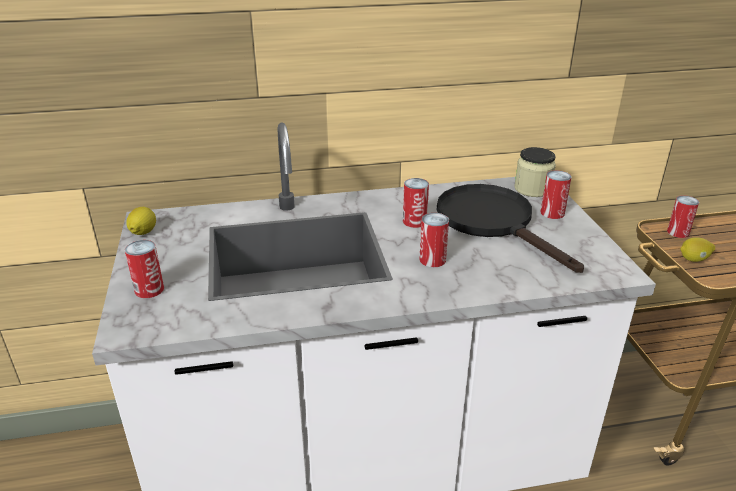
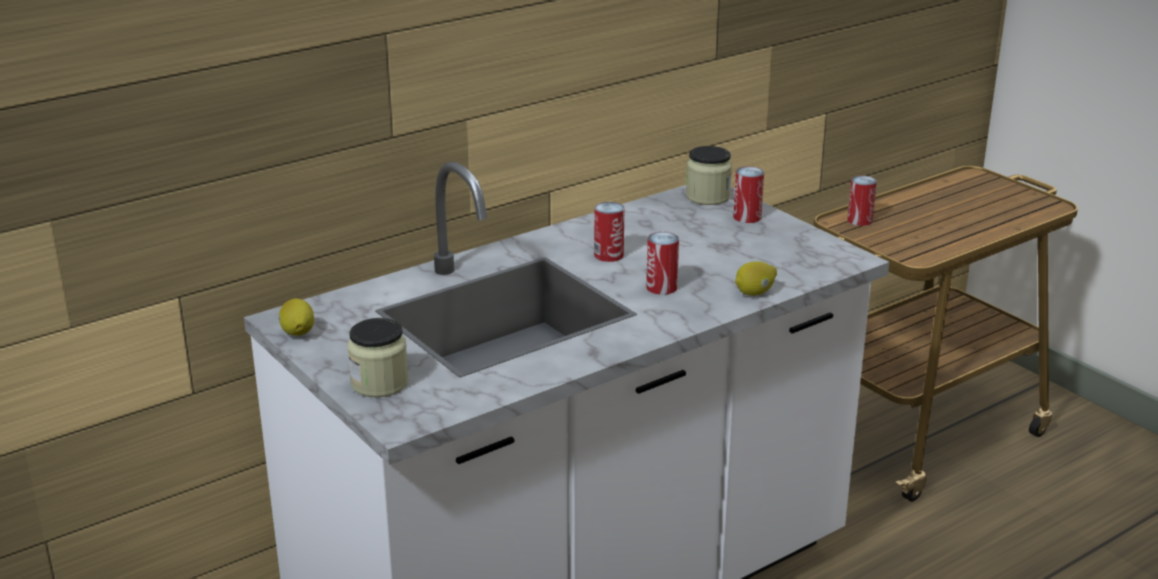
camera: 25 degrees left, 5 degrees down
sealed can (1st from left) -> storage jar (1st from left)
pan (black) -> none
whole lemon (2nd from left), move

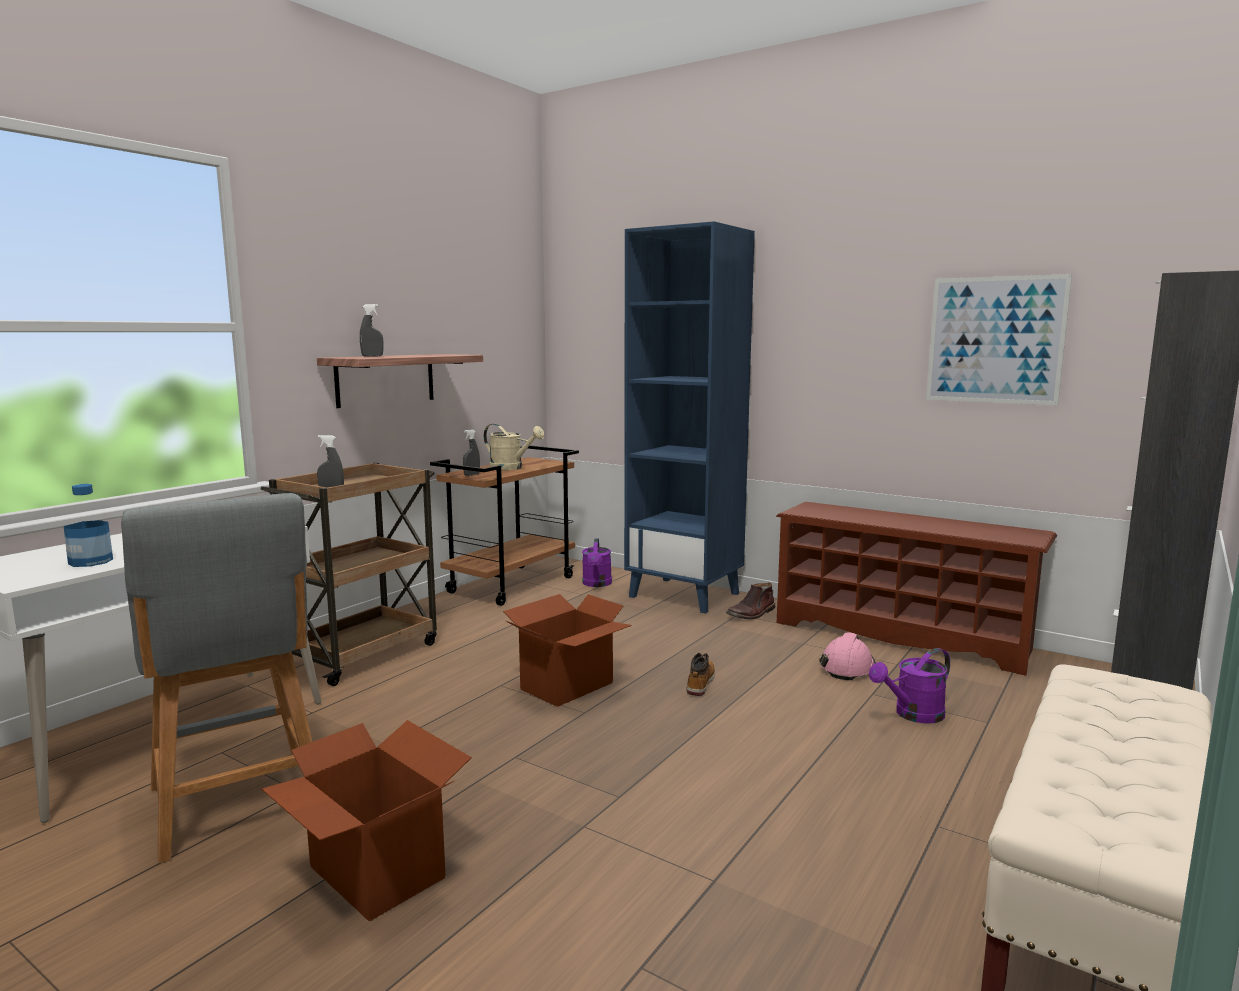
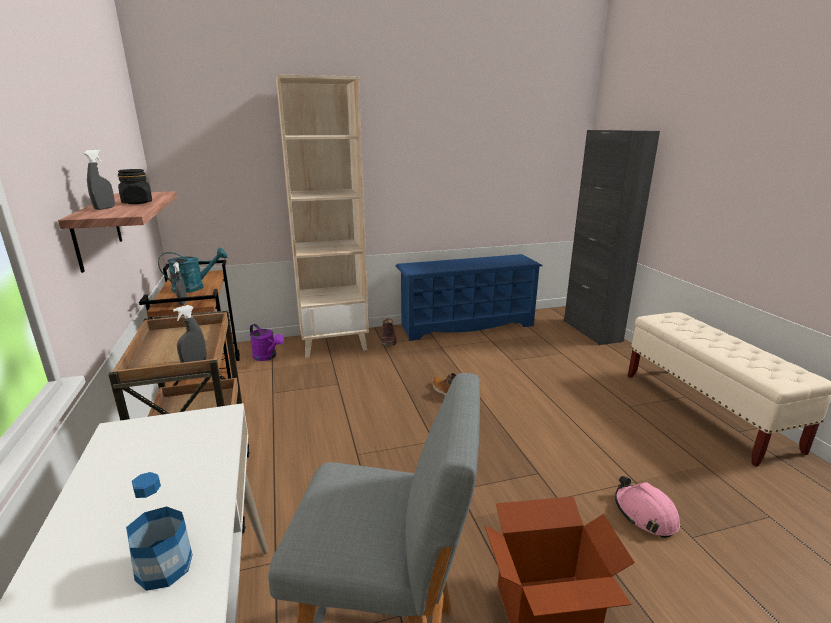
camera: 50 degrees left, 10 degrees up
sprinkling can (beige) -> sprinkling can (blue-green)
packing box (2nd from left) -> none
shelving unit (bluish) -> shelving unit (beige)
shoe stand (brown) -> shoe stand (bluish)
hard hat (pinkish), move
sprinkling can (purplish) (2nd from left) -> none
wall picture -> none
none -> storage jar (black)

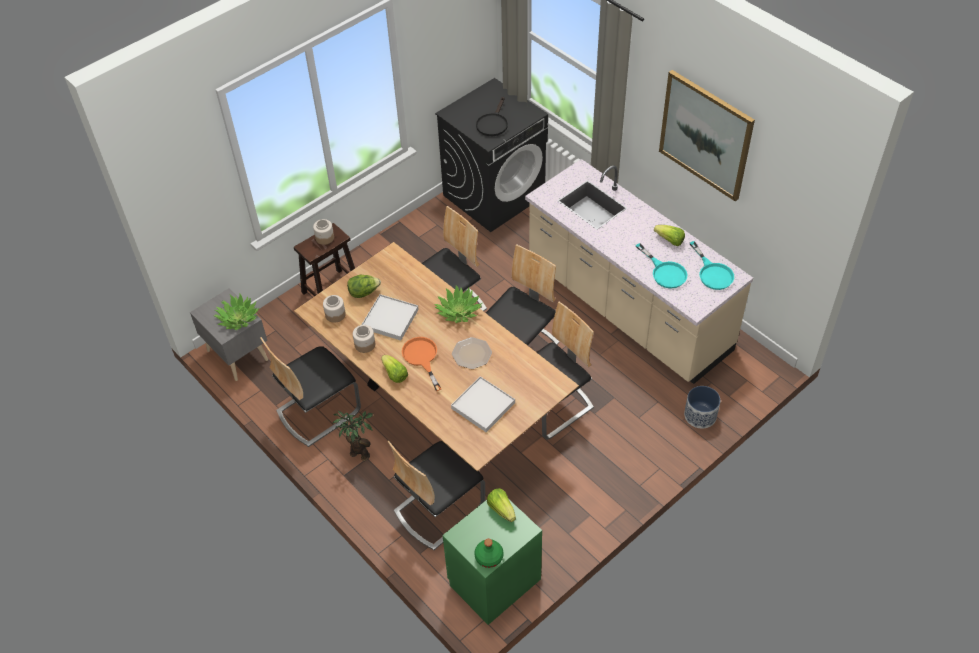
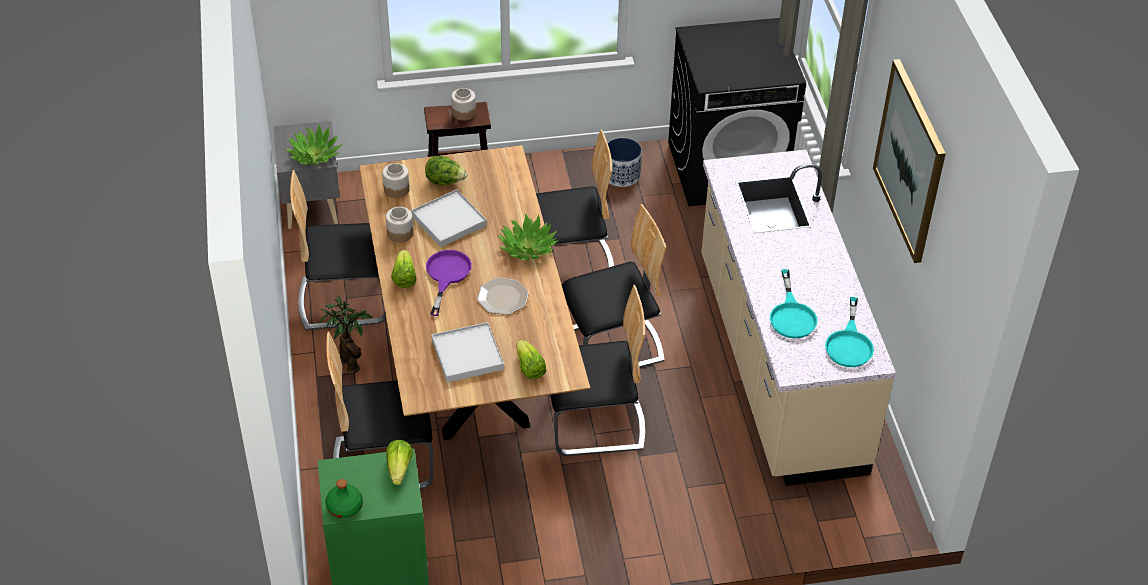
camera: 30 degrees right, 5 degrees down
pan (orange) -> pan (purplish)
pan (black) -> none
lettuce head (4th from left), move
planter, move

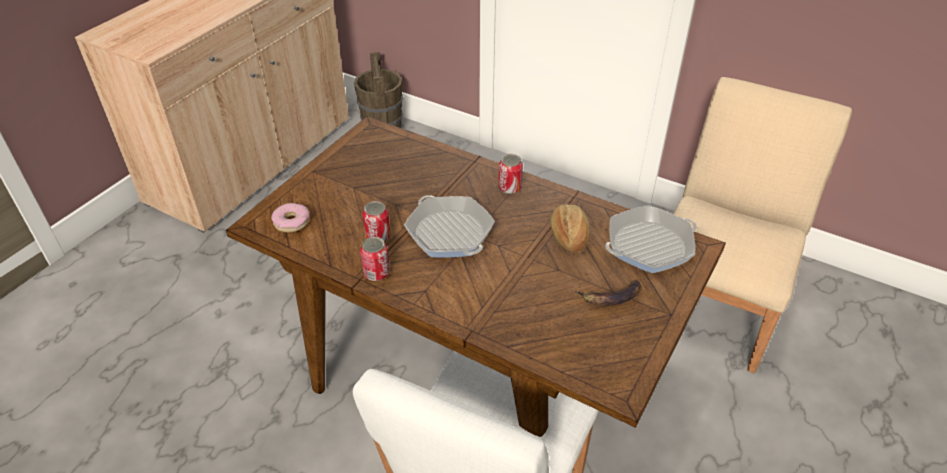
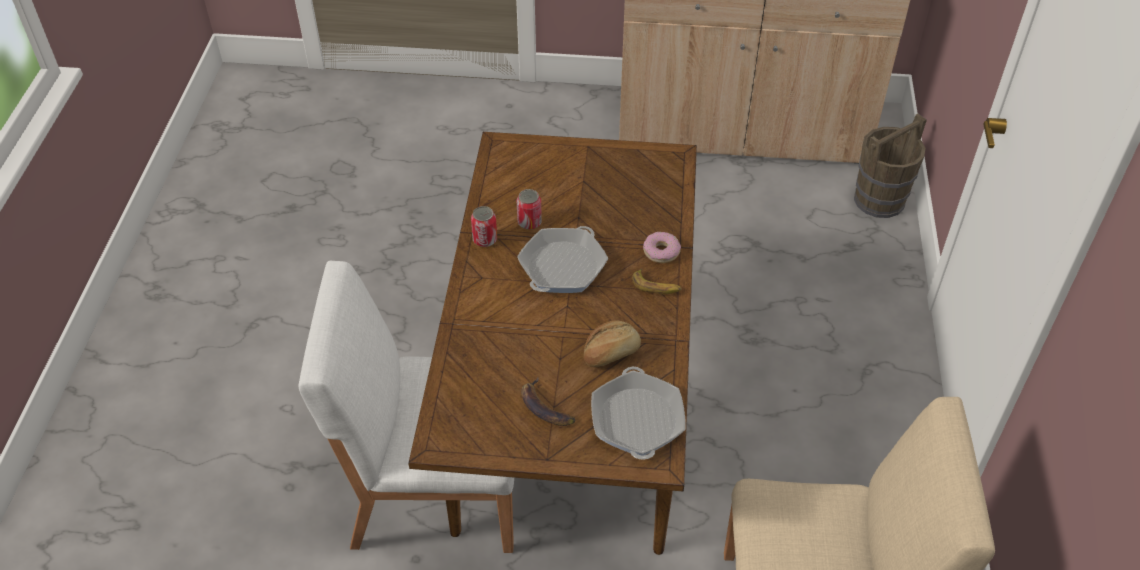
camera: 65 degrees right, 5 degrees up
doughnut, move
sealed can (3rd from left) -> banana fruit (2nd from left)
pan (2nd from left), 45 degrees clockwise

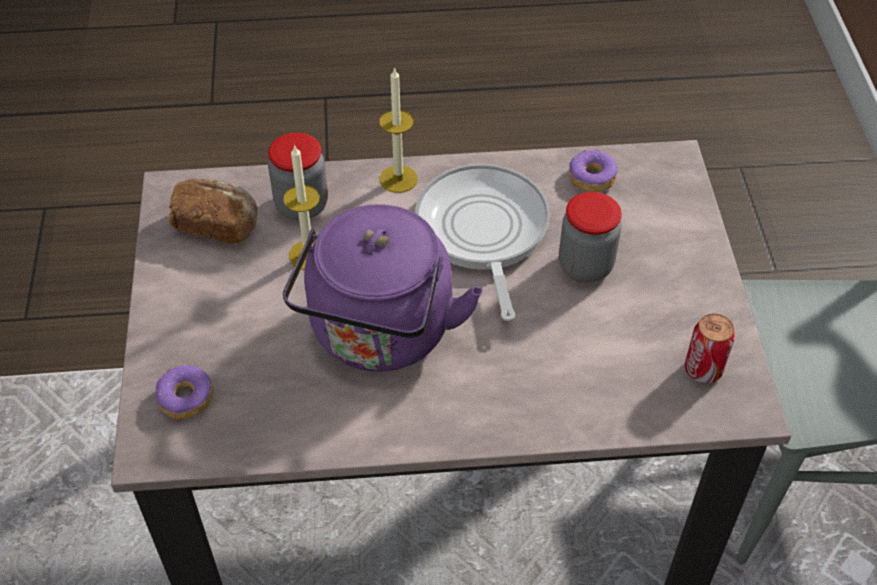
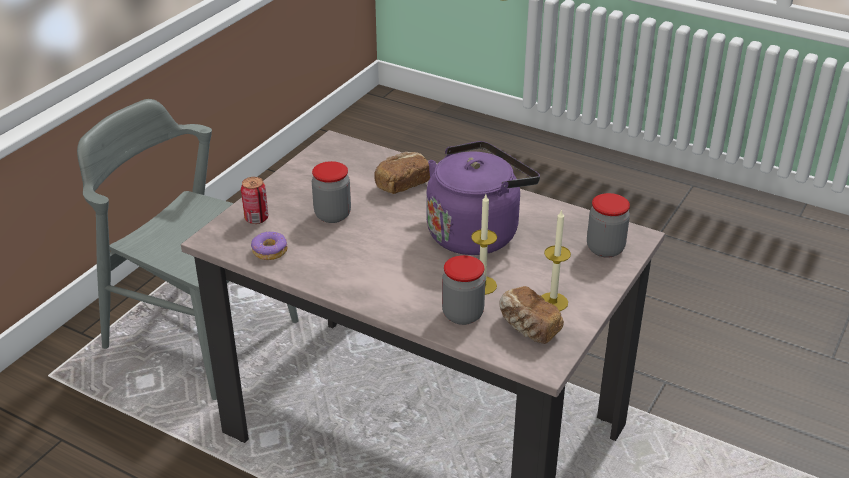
camera: 145 degrees left, 15 degrees down
doughnut (1st from left) -> storage jar (3rd from left)
wax candle (2nd from left), move
pan -> none
sealed can, move
none -> bakery bread (1st from left)

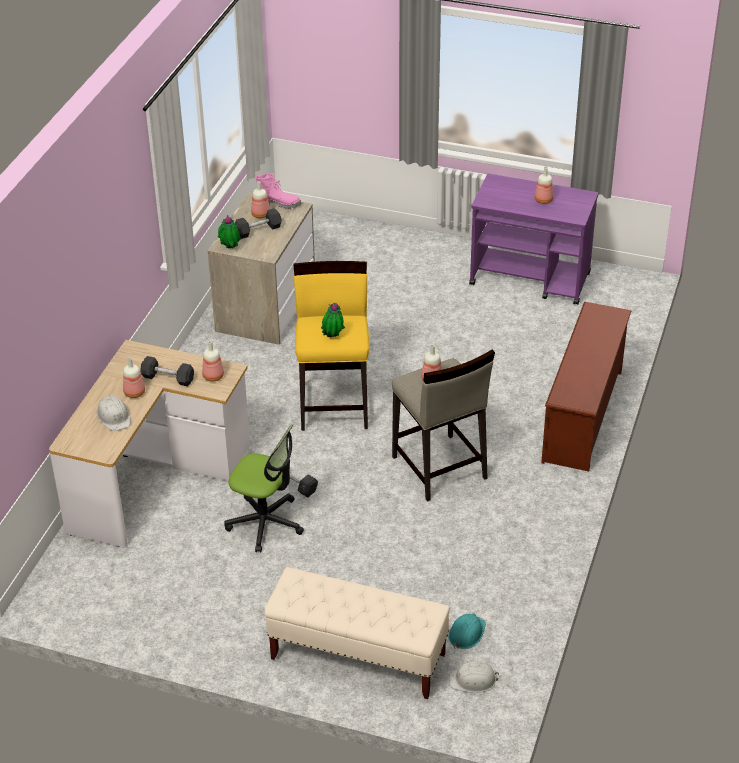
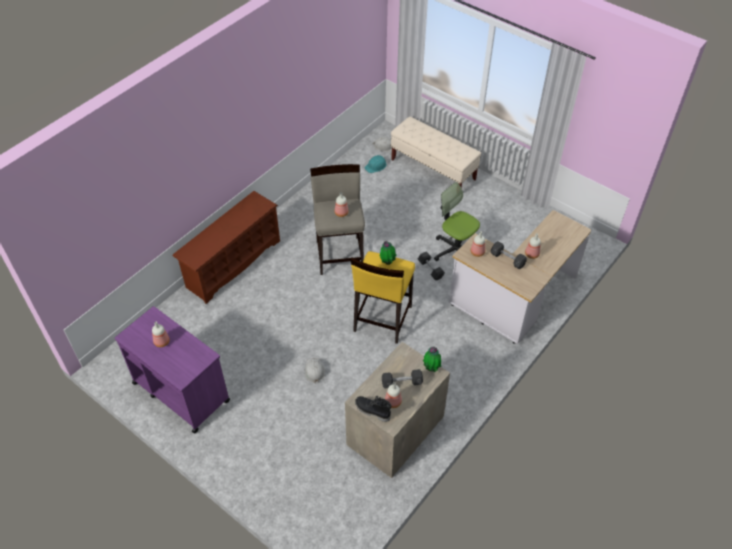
camera: 160 degrees left, 10 degrees up
hard hat (white) (1st from left), move
tall boot (pinkish) -> tall boot (black)

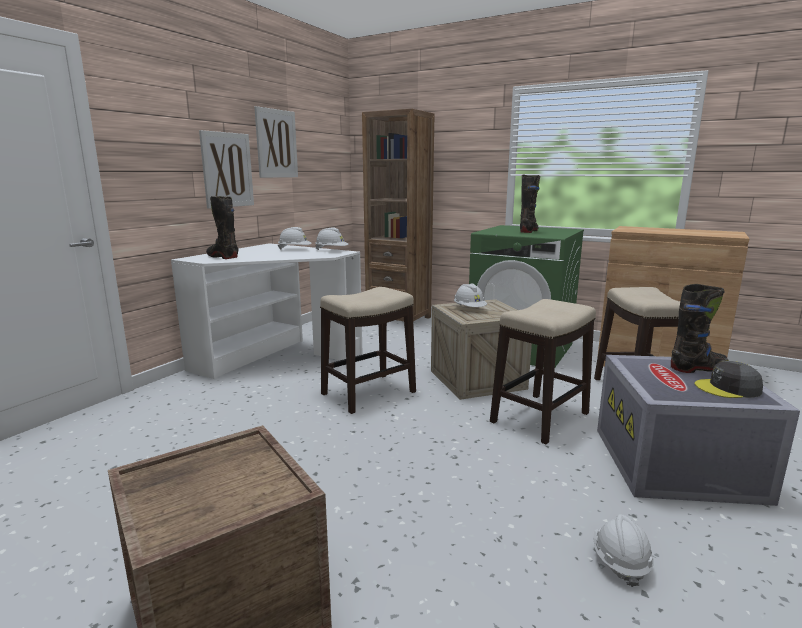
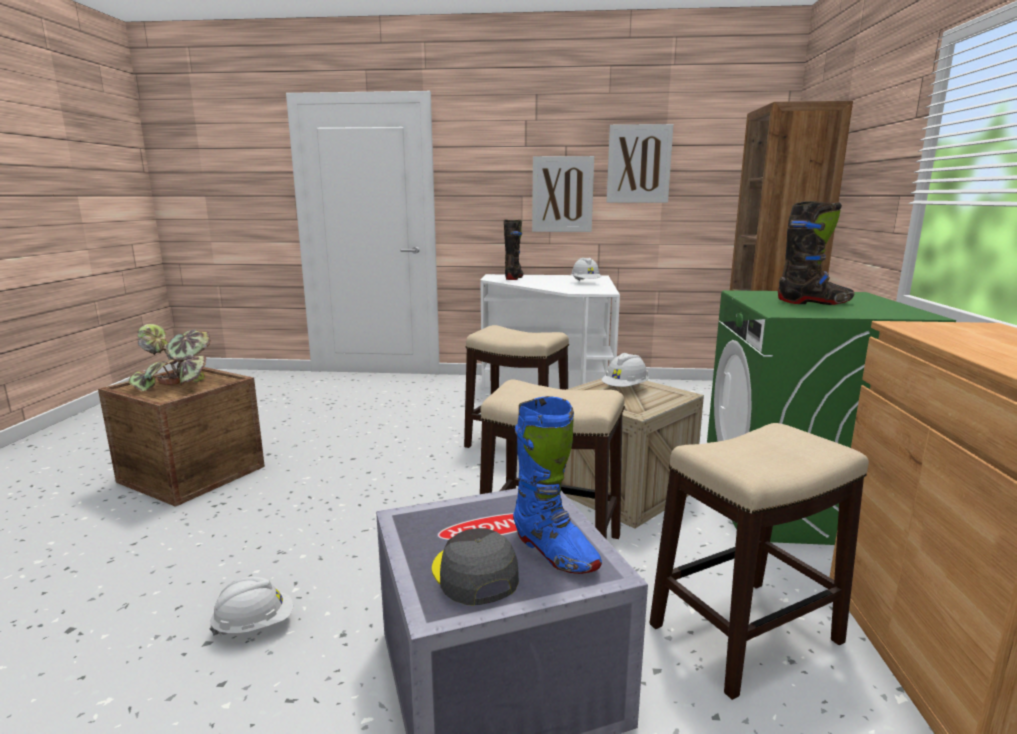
camera: 65 degrees right, 0 degrees up
hard hat (white) (2nd from left) -> none
tall boot (black) (3rd from left) -> tall boot (bluish)
none -> potted plant

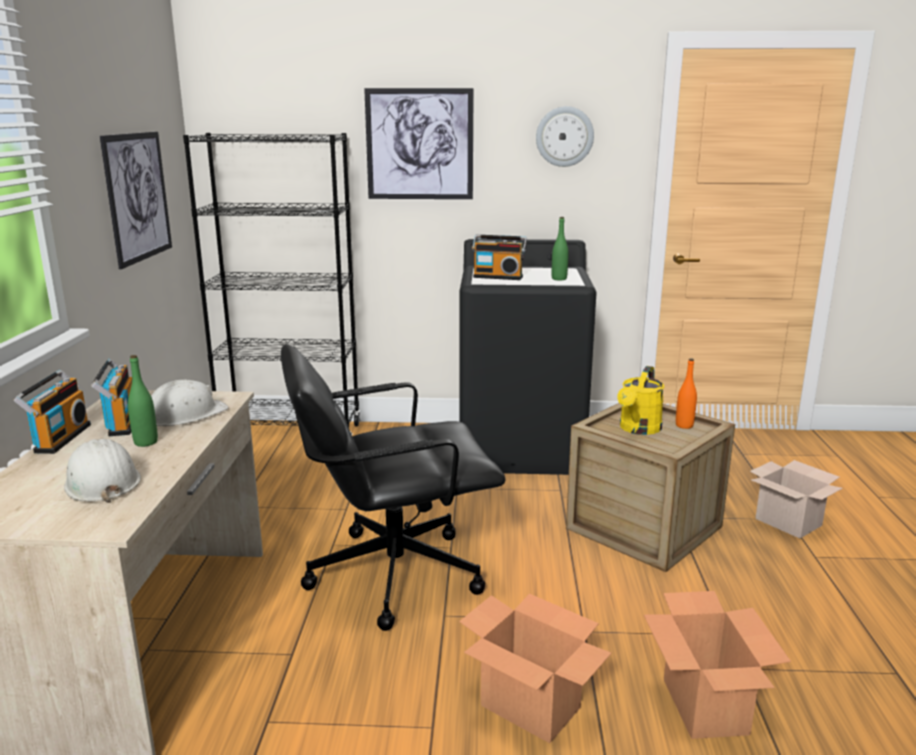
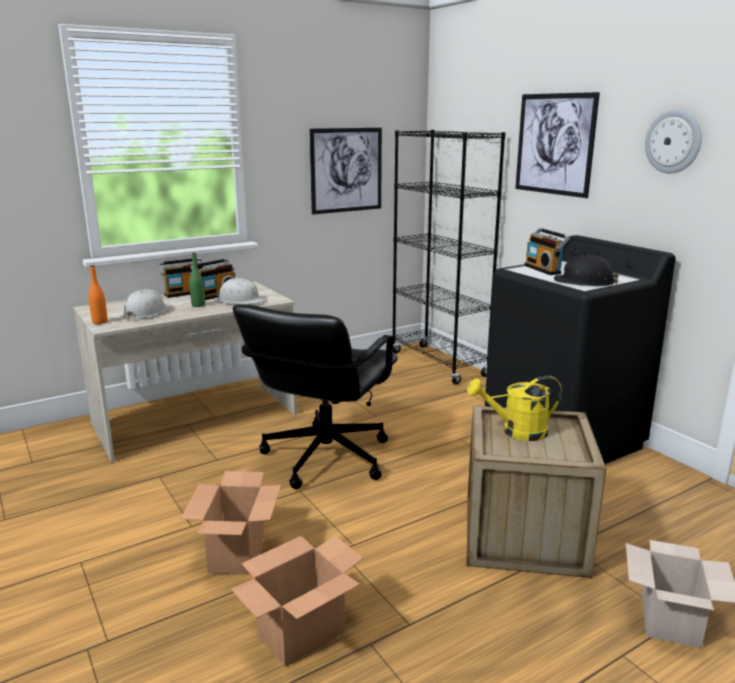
camera: 55 degrees right, 0 degrees up
office chair (black), 105 degrees counterclockwise
beverage bottle (green) (2nd from left) -> hard hat (black)
beverage bottle (orange), move

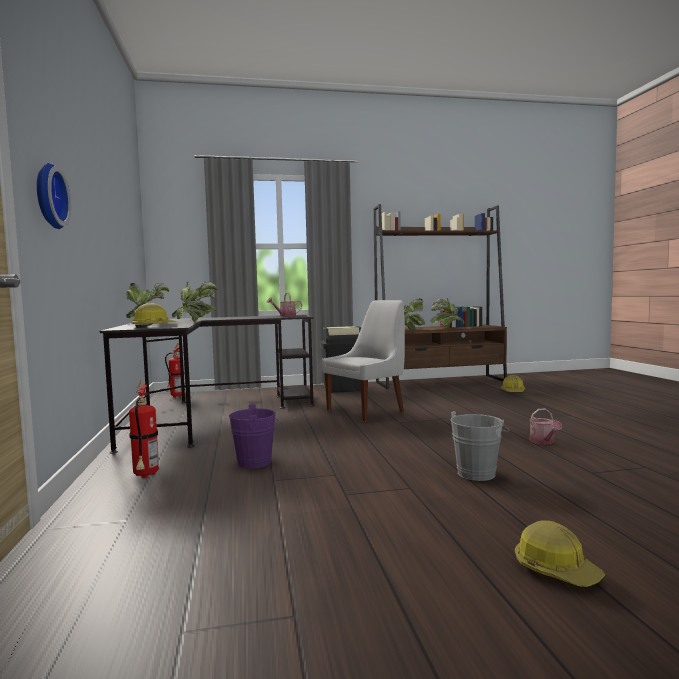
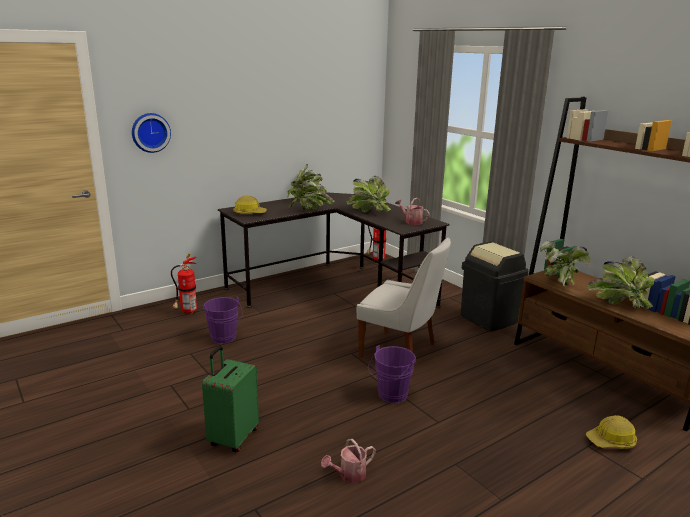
camera: 65 degrees right, 15 degrees up
pail (grey) -> suitcase (green)
hard hat (3rd from left) -> none
none -> potted plant (3rd from left)
none -> pail (purplish) (2nd from left)

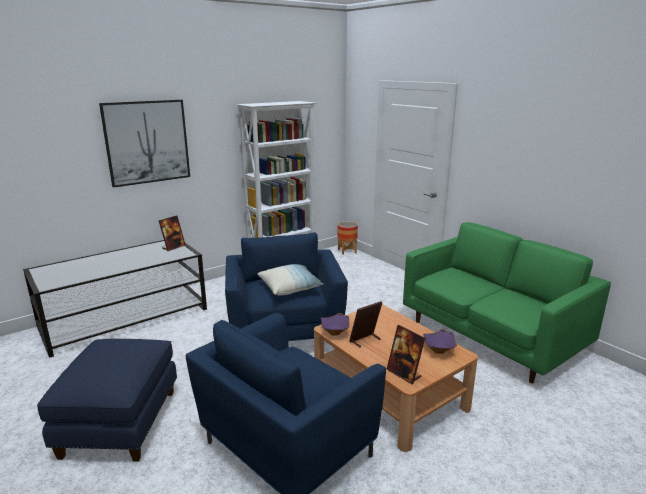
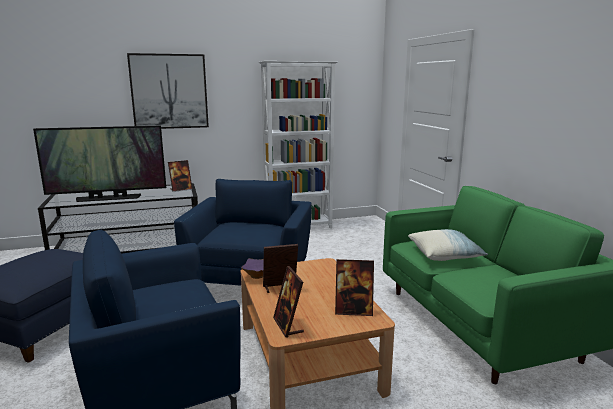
camera: 20 degrees right, 5 degrees down
pillow, move
planter -> none
deep dish (purplish) (2nd from left) -> photo frame (4th from left)
none -> television

